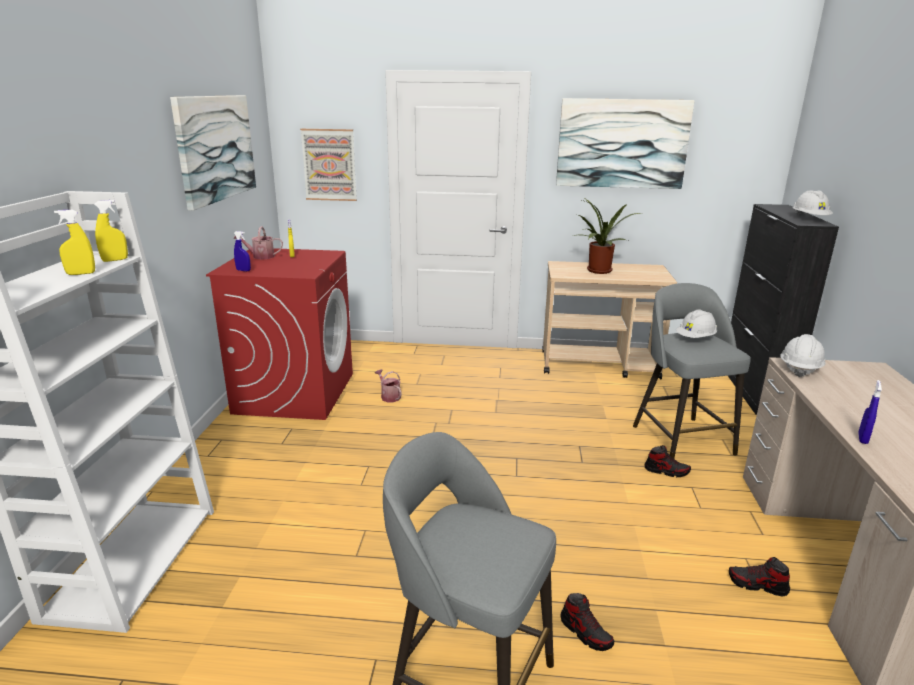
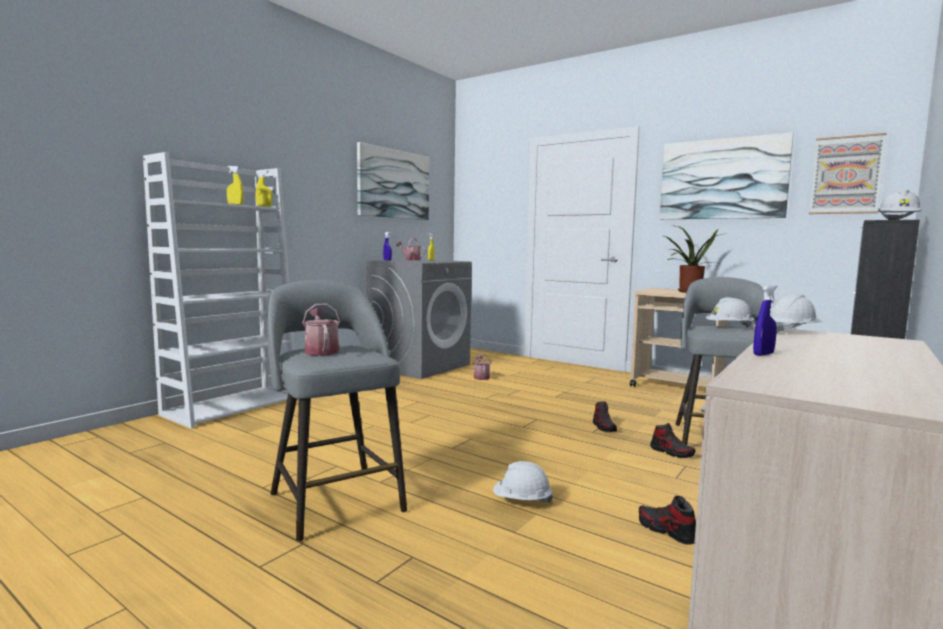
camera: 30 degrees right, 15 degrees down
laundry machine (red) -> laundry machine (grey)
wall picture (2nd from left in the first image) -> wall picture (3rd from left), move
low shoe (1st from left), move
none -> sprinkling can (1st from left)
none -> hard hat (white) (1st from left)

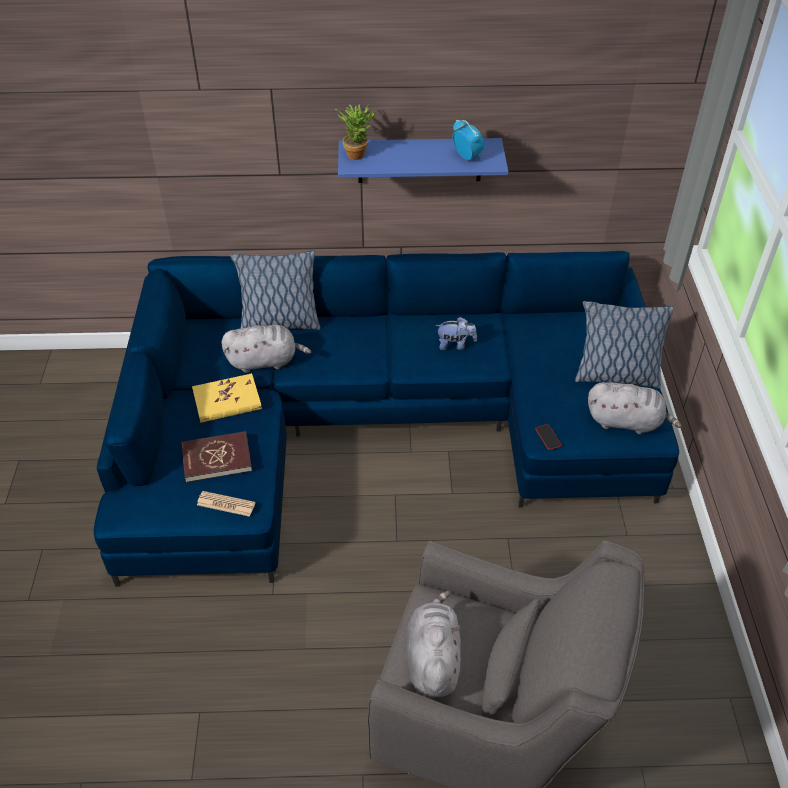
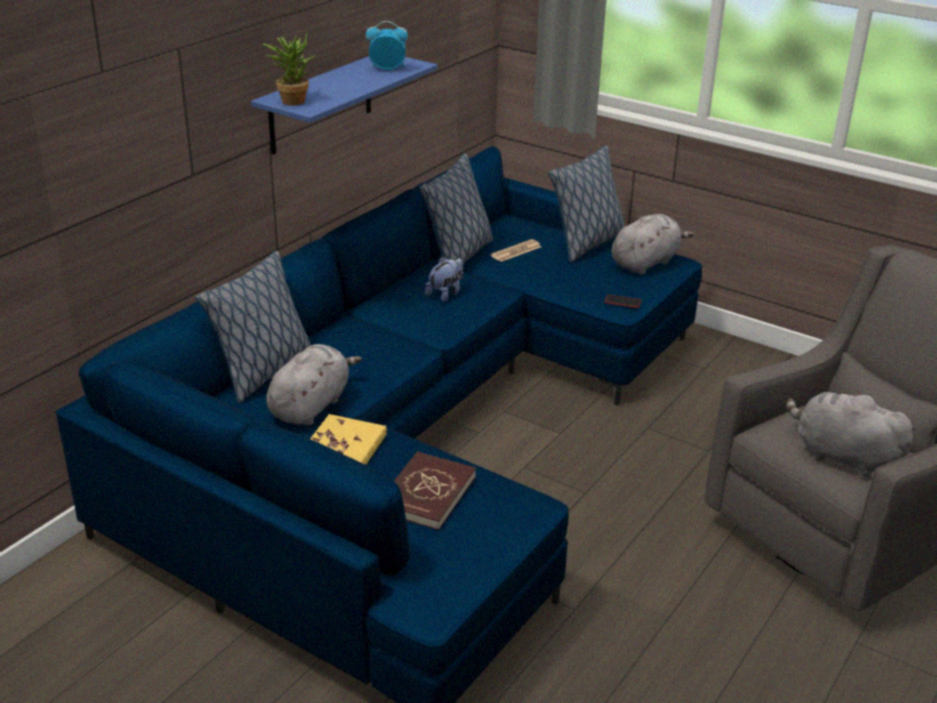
camera: 55 degrees left, 15 degrees down
printed paper, move
none -> pillow (2nd from left)

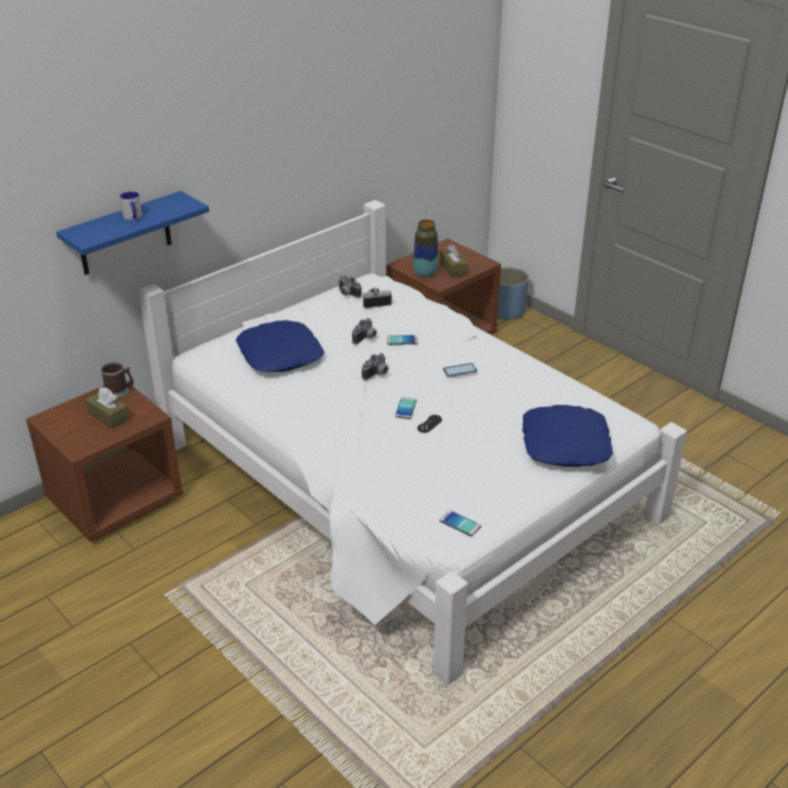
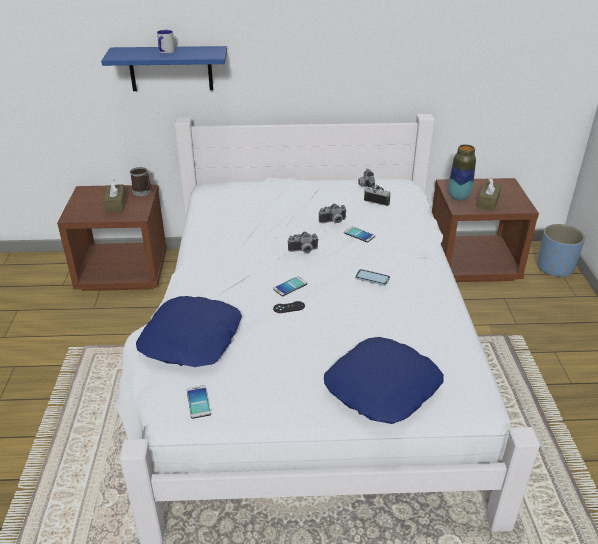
camera: 40 degrees right, 0 degrees up
pillow (bluish) (1st from left), move

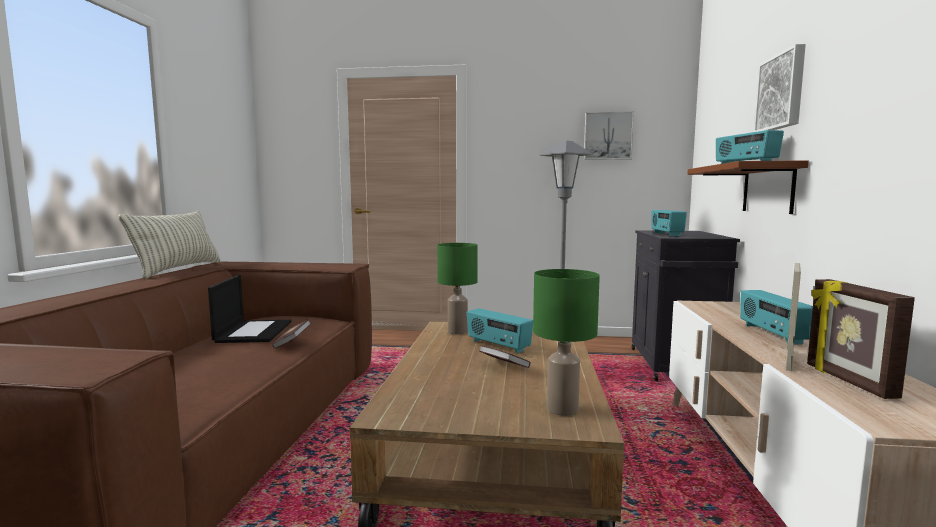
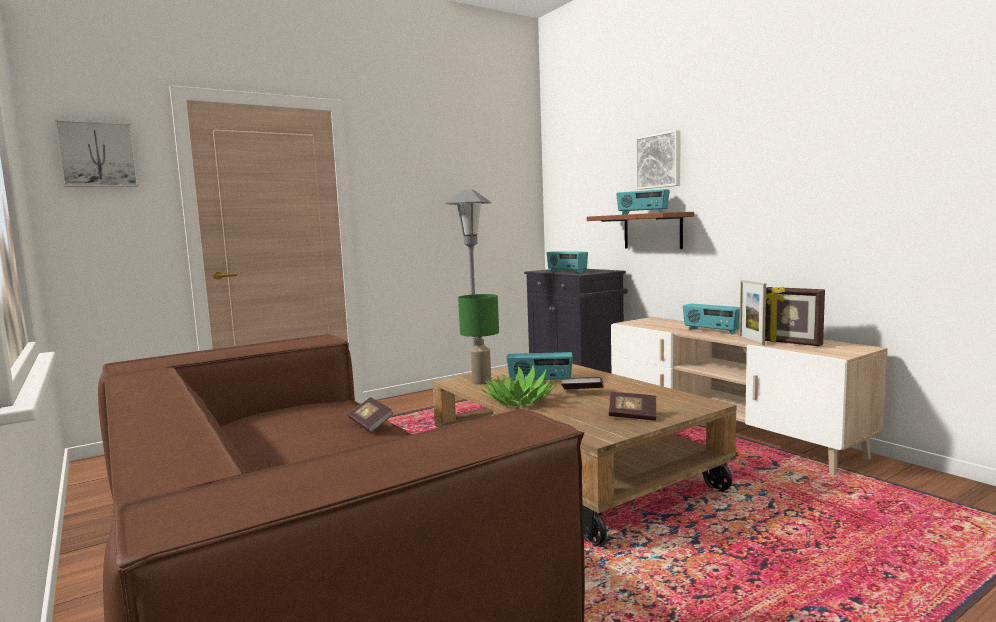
camera: 40 degrees left, 0 degrees up
pillow -> none
laptop -> none
table lamp (green) (2nd from left) -> none
wall picture (1st from left), move
none -> potted plant
none -> bound book (3rd from left)

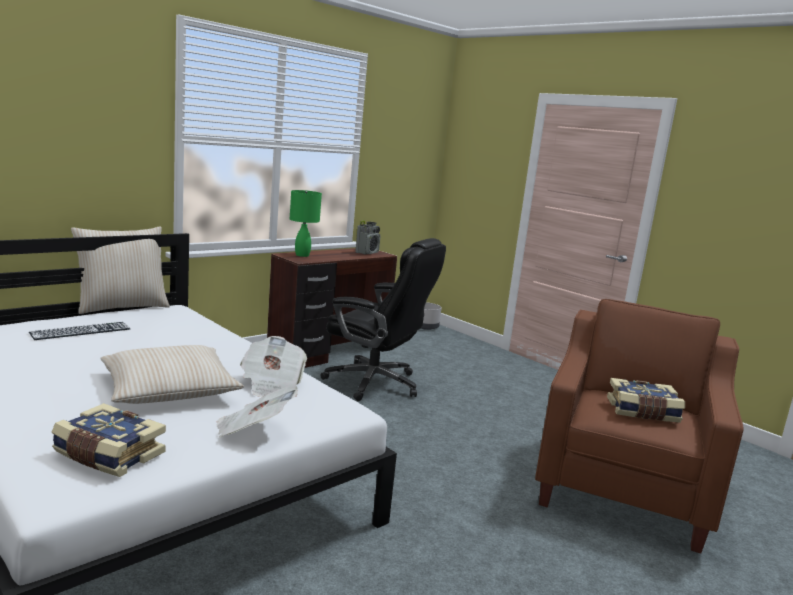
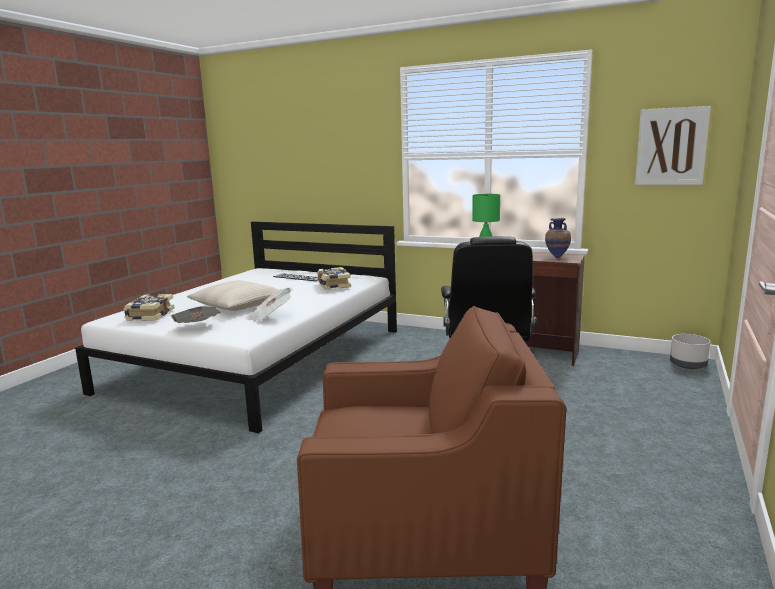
camera: 70 degrees right, 0 degrees up
pillow (beige) (1st from left) -> none
radio set -> vase
bound book (2nd from left), move
none -> wall picture

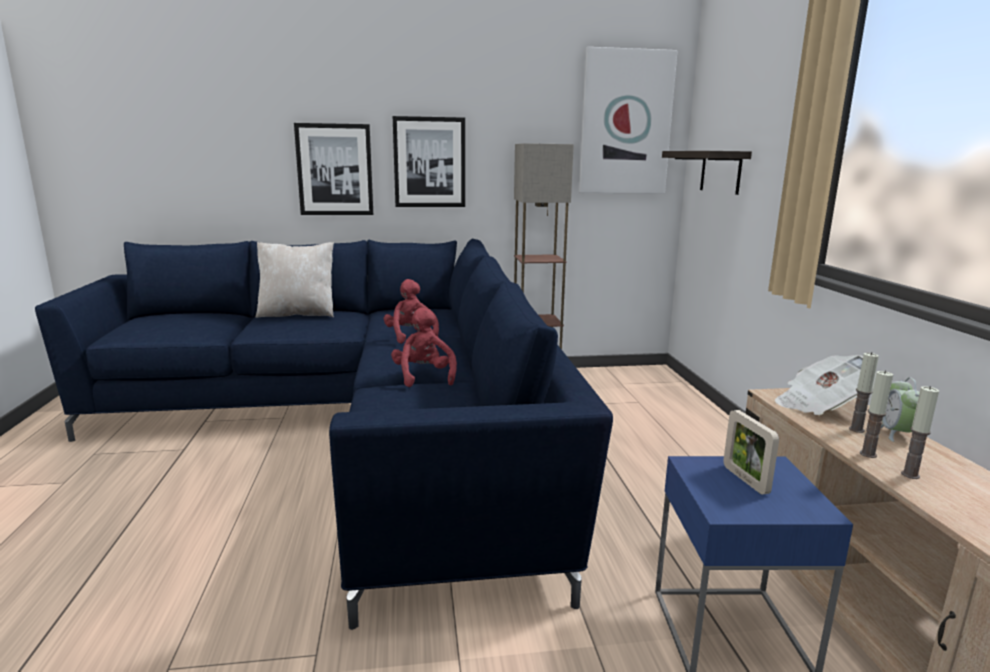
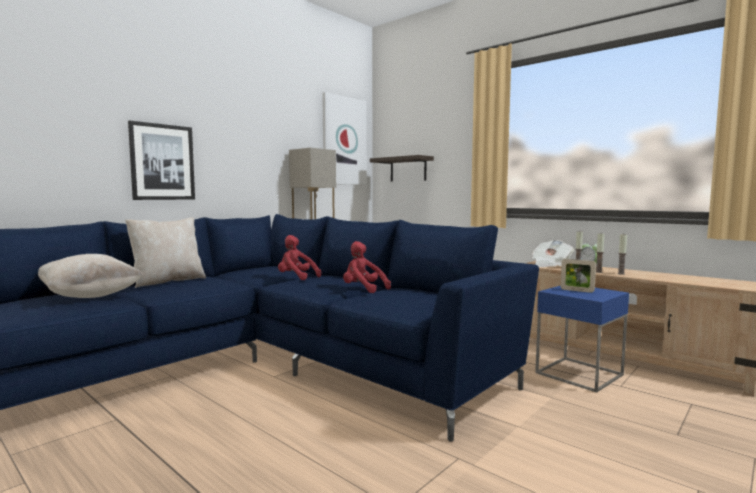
camera: 40 degrees left, 10 degrees down
wall picture (2nd from left) -> none
none -> pillow (beige) (1st from left)

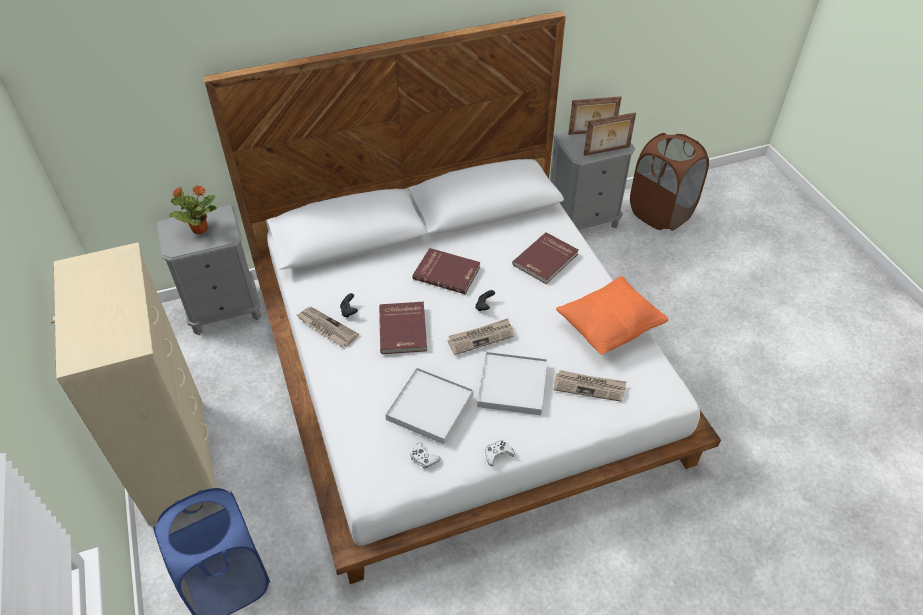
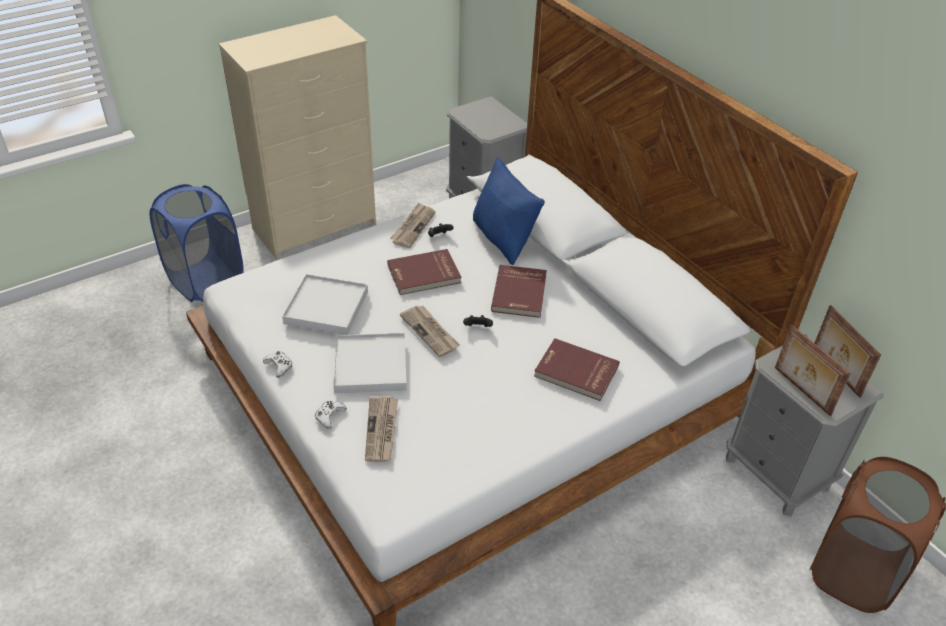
camera: 75 degrees right, 5 degrees down
potted plant -> none
game controller (white) (1st from left in the first image) -> game controller (white) (2nd from left), move
pillow (orange) -> none
none -> pillow (bluish)

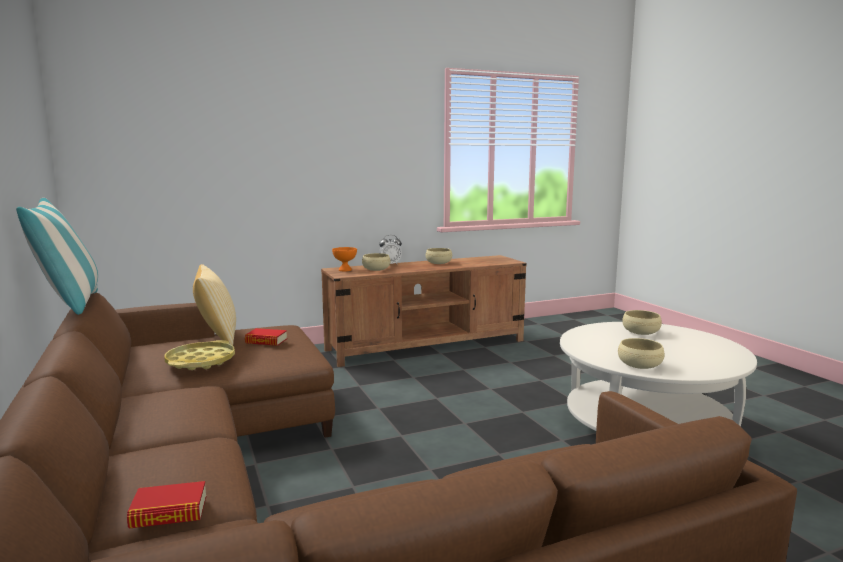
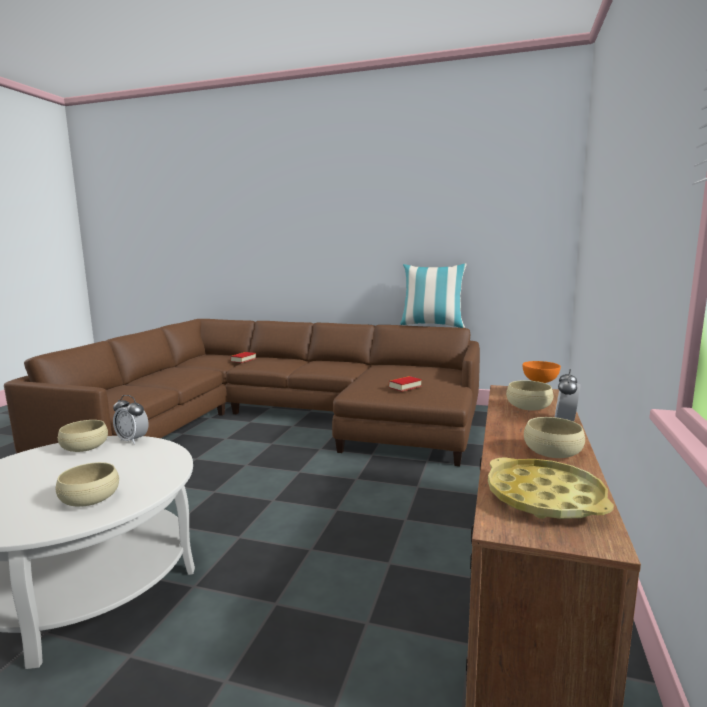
camera: 130 degrees right, 0 degrees up
serving tray (yellow), move
pillow (2nd from left) -> none
none -> table clock (1st from left)

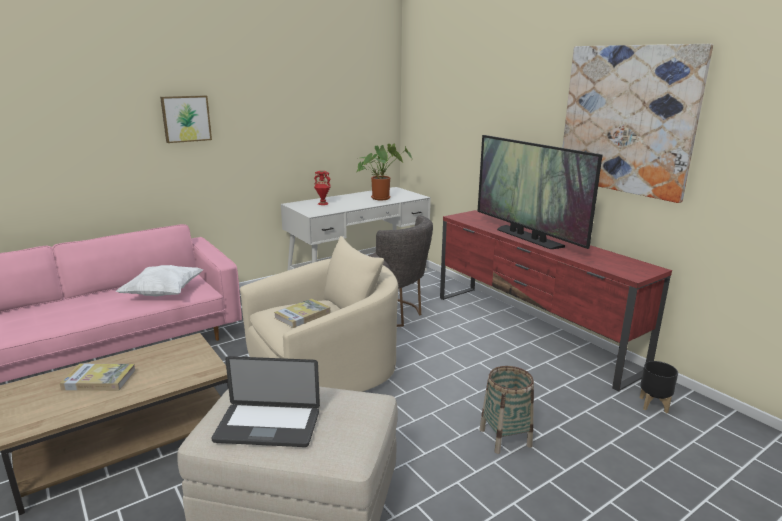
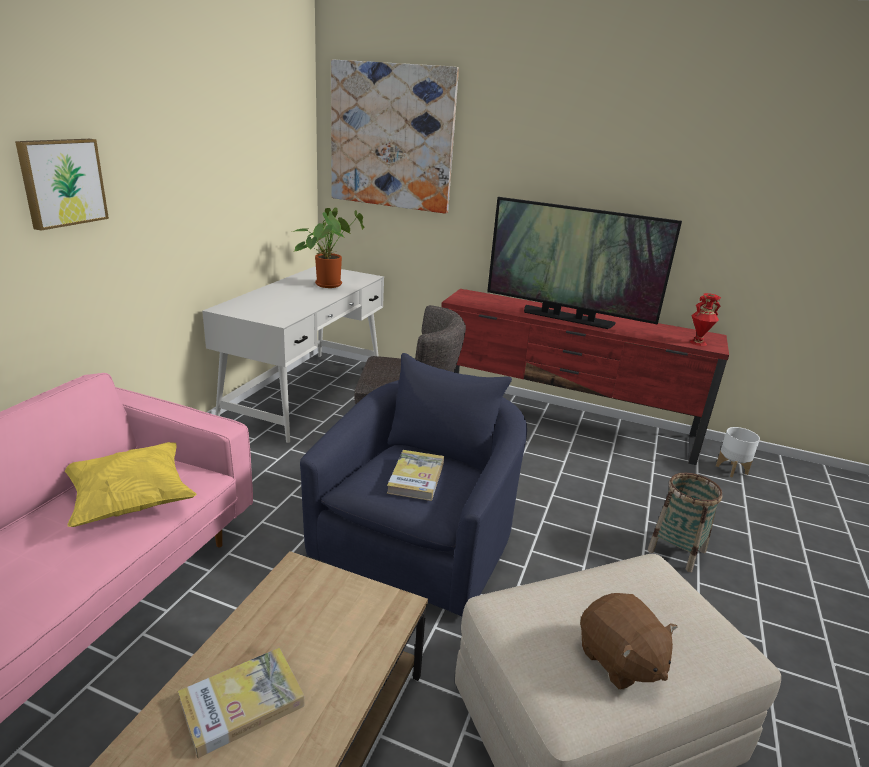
camera: 35 degrees left, 5 degrees up
pillow (white) -> pillow (yellow)
laptop -> plush toy (brown)
easy chair (beige) -> easy chair (bluish)
vase (red), move
wall picture (2nd from left), move
planter (black) -> planter (white)

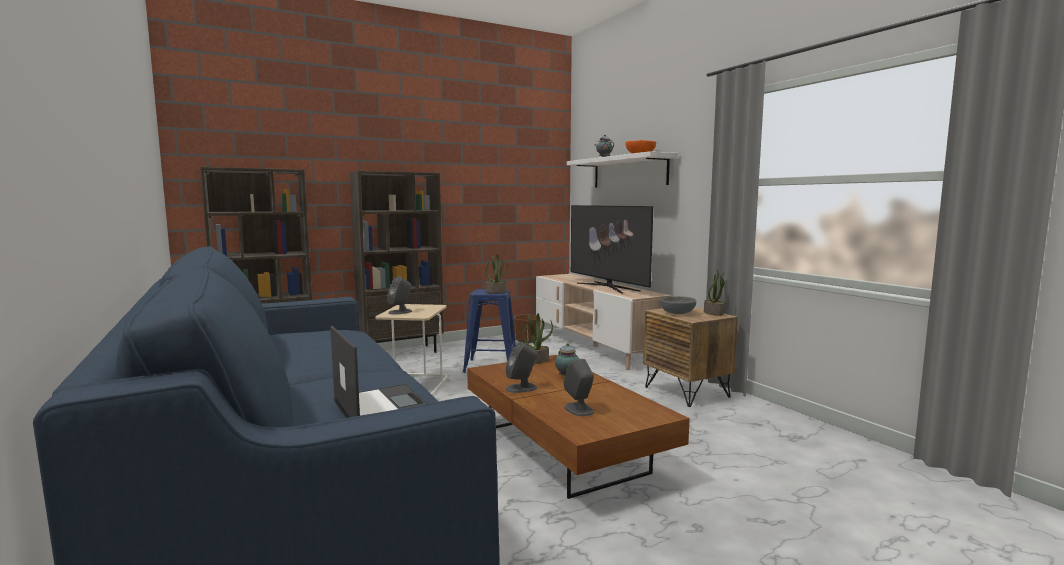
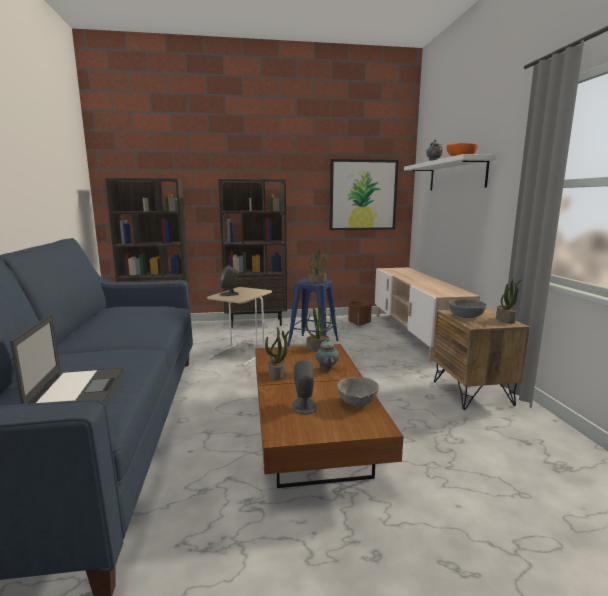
camera: 20 degrees right, 5 degrees up
loudspeaker (grey) (2nd from left) -> potted plant (1st from left)
television -> none
none -> wall picture
none -> deep dish (grey) (1st from left)

